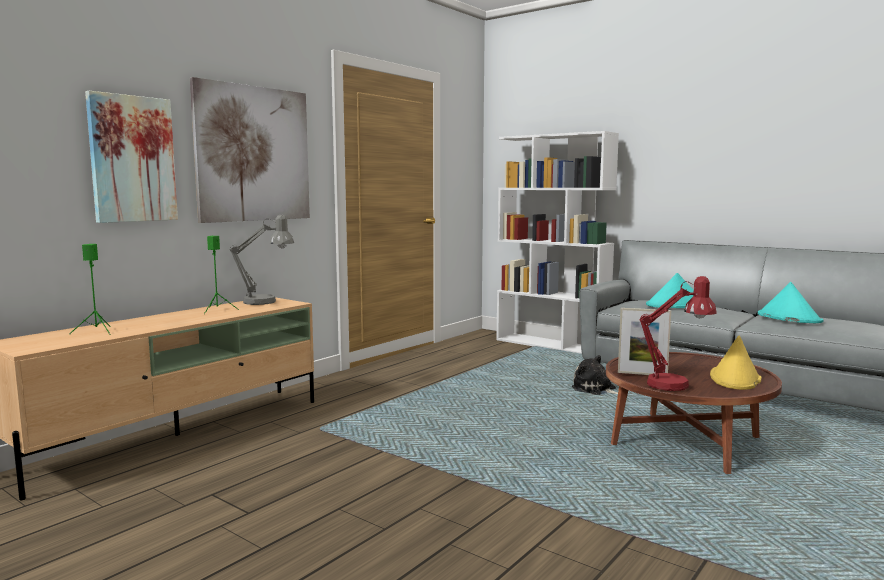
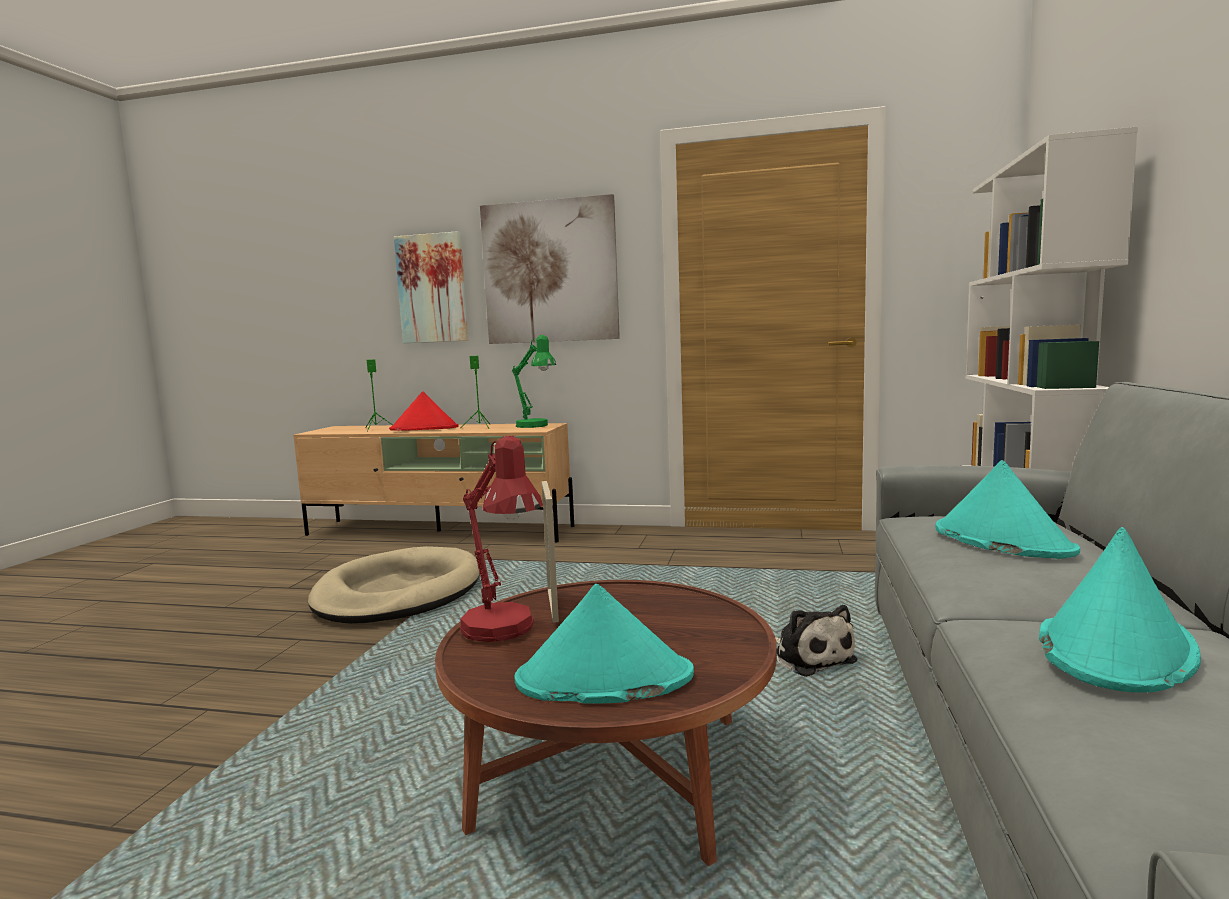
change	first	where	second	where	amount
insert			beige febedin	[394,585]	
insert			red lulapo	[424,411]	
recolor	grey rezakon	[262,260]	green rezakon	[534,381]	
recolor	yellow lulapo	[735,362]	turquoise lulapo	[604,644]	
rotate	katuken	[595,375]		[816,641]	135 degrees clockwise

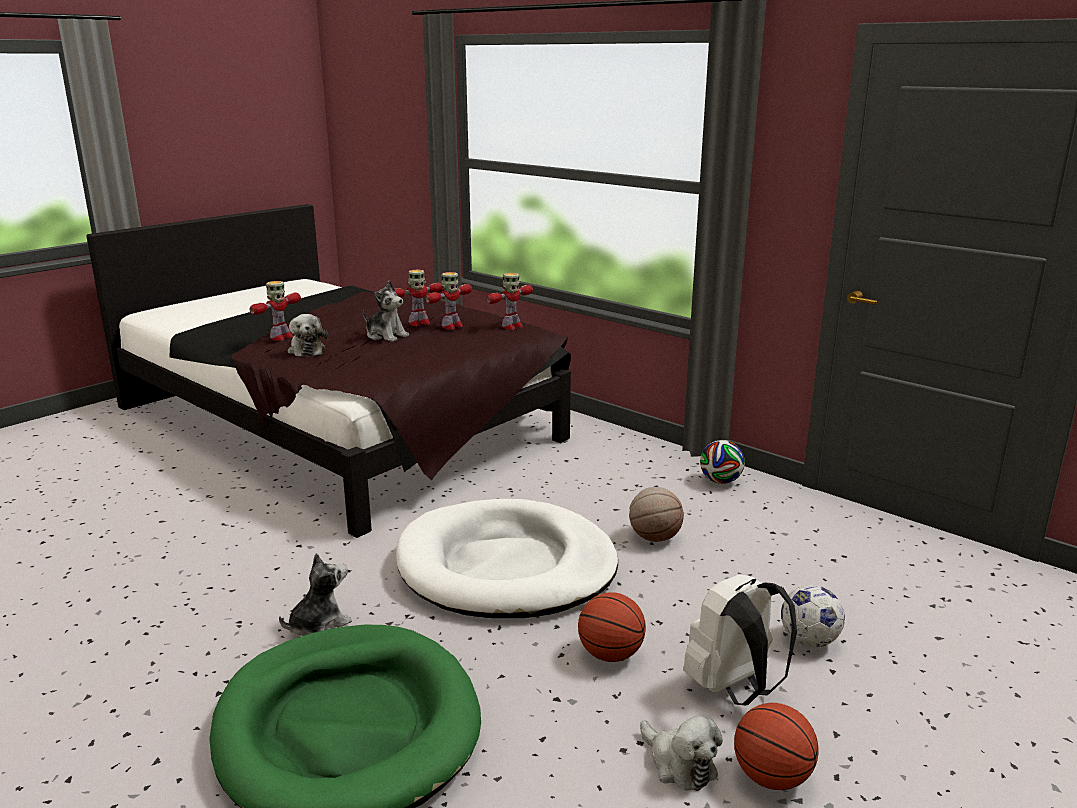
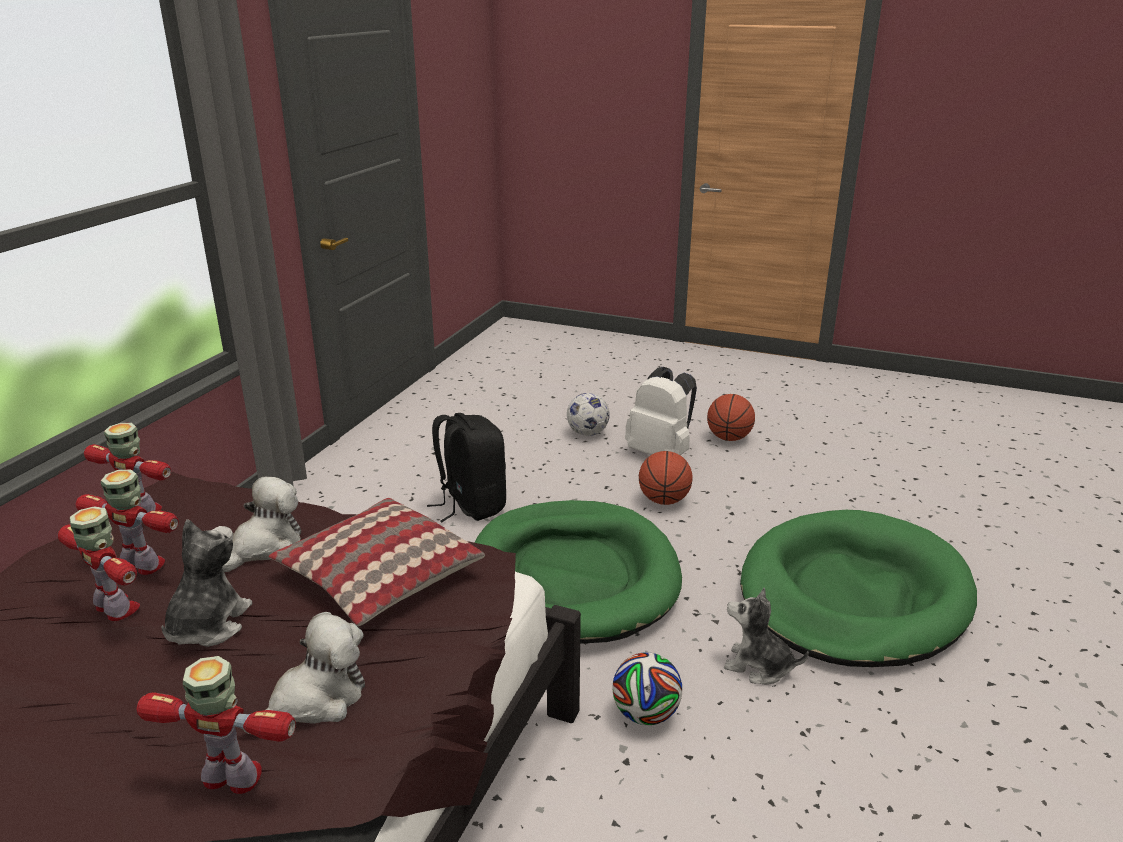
change	first	where	second	where	amount
move	katuken	[681,753]		[261,524]	
insert			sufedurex	[377,562]	
replace	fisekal	[656,514]	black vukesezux	[466,467]	
recolor	white febedin	[507,558]	green febedin	[578,572]	
move	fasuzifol	[722,462]		[647,688]	

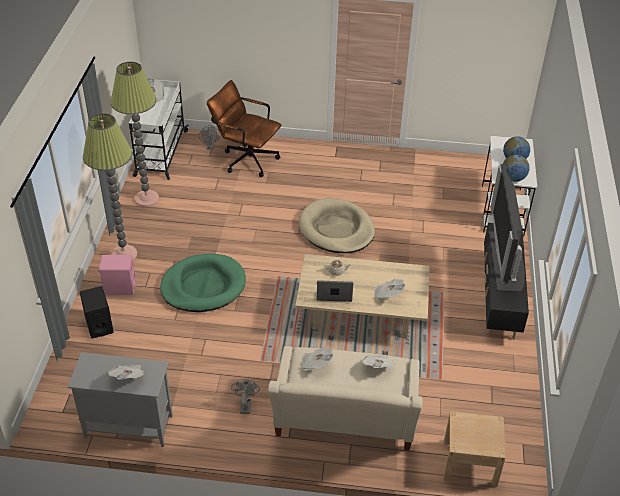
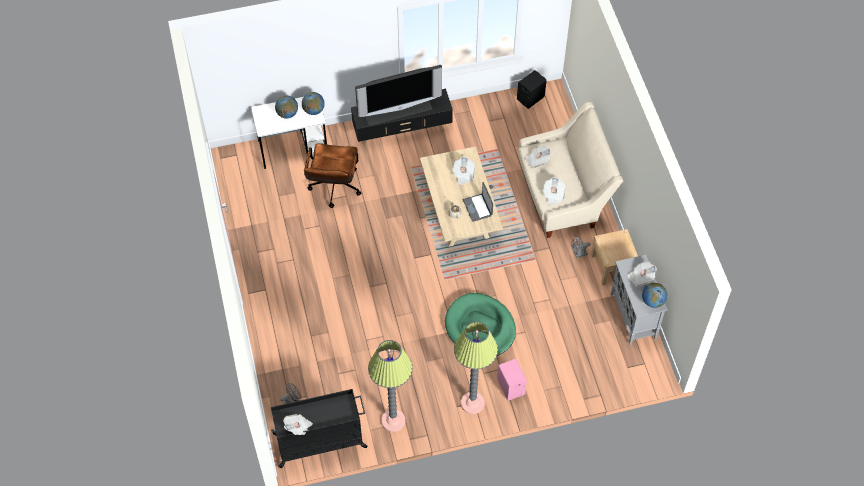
change	first	where	second	where	amount
recolor	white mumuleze	[159,130]	black mumuleze	[319,428]	
move	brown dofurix	[244,128]		[332,175]	
move	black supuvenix	[97,312]		[532,89]	
move	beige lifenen	[474,449]		[614,257]	
insert			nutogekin	[654,295]	
delete	beige febedin	[337,225]			

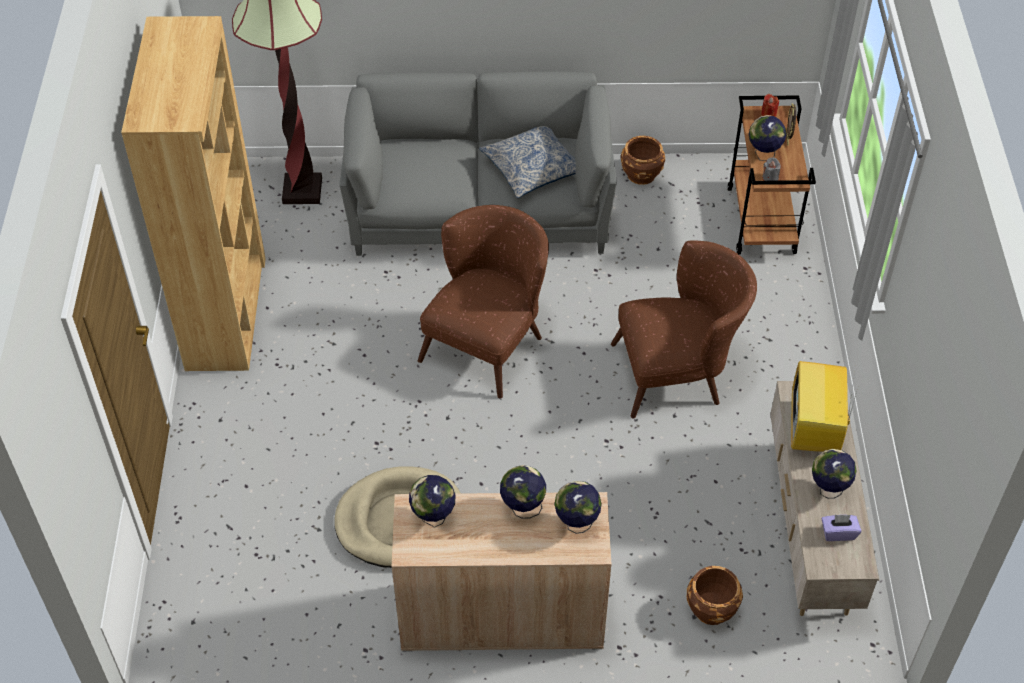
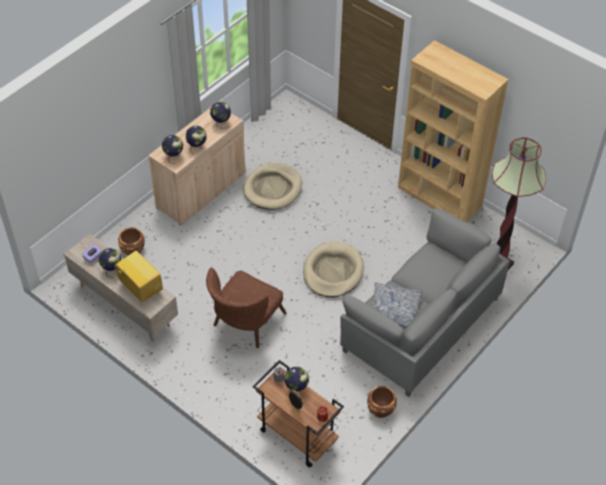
change	first	where	second	where	amount
replace	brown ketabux	[483,302]	beige febedin	[333,269]	

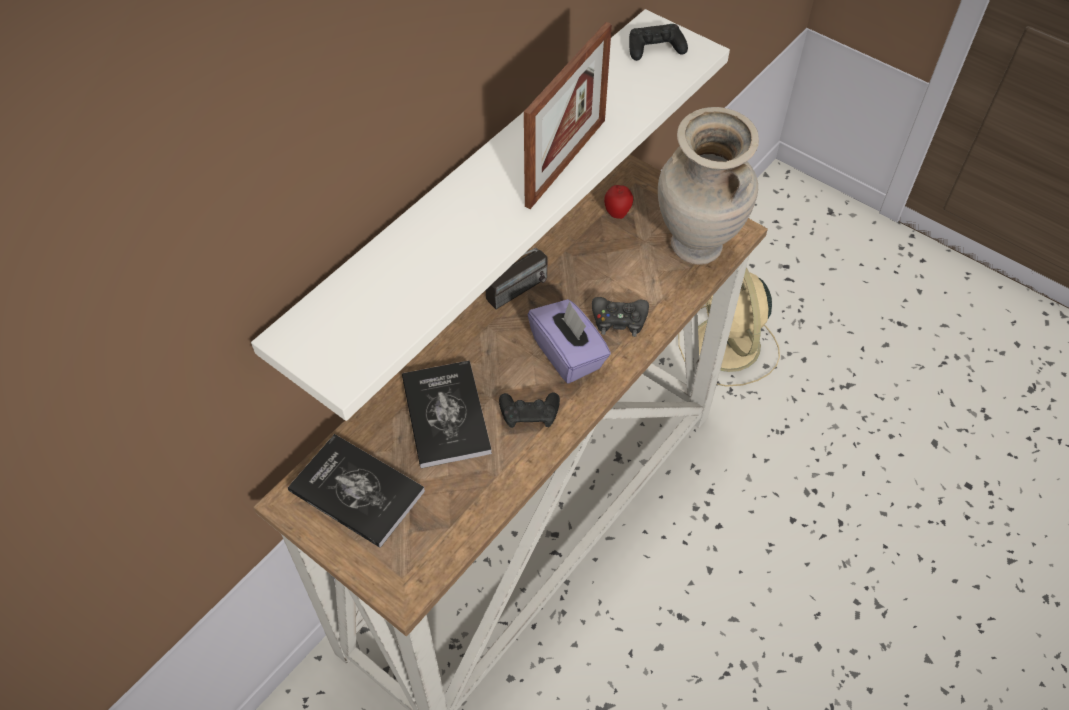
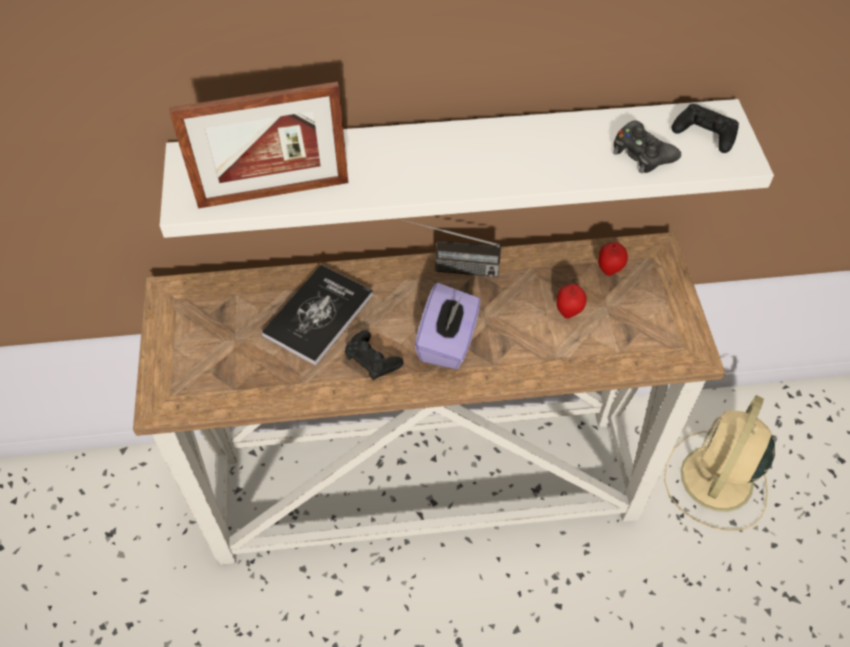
change	first	where	second	where	amount
move	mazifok	[568,115]		[258,145]	
insert			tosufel	[571,301]	
move	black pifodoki	[620,317]		[647,146]	
delete	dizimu	[356,491]			
delete	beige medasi	[708,186]			

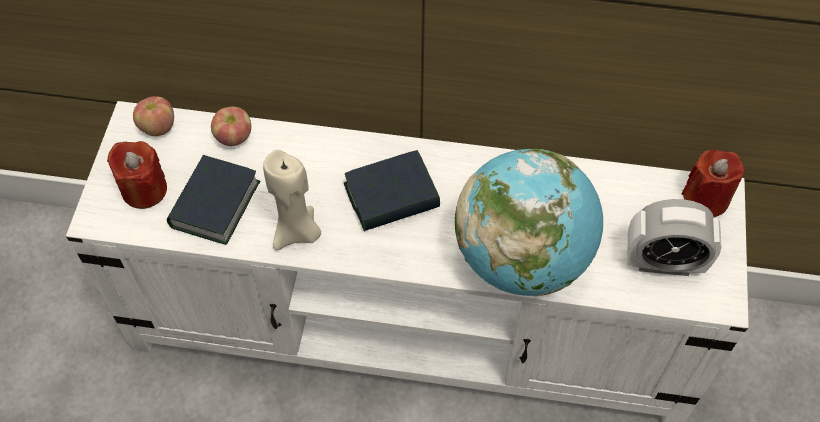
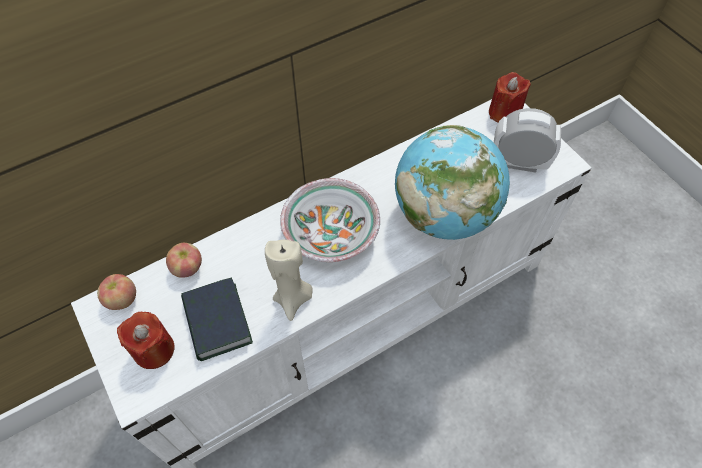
change	first	where	second	where	amount
replace	dizimu	[392,190]	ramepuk	[330,220]	
rotate	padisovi	[674,237]		[527,140]	135 degrees counterclockwise

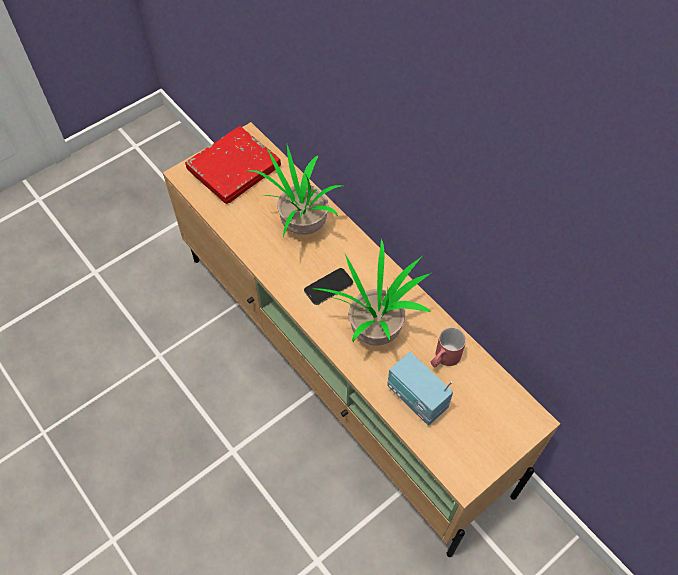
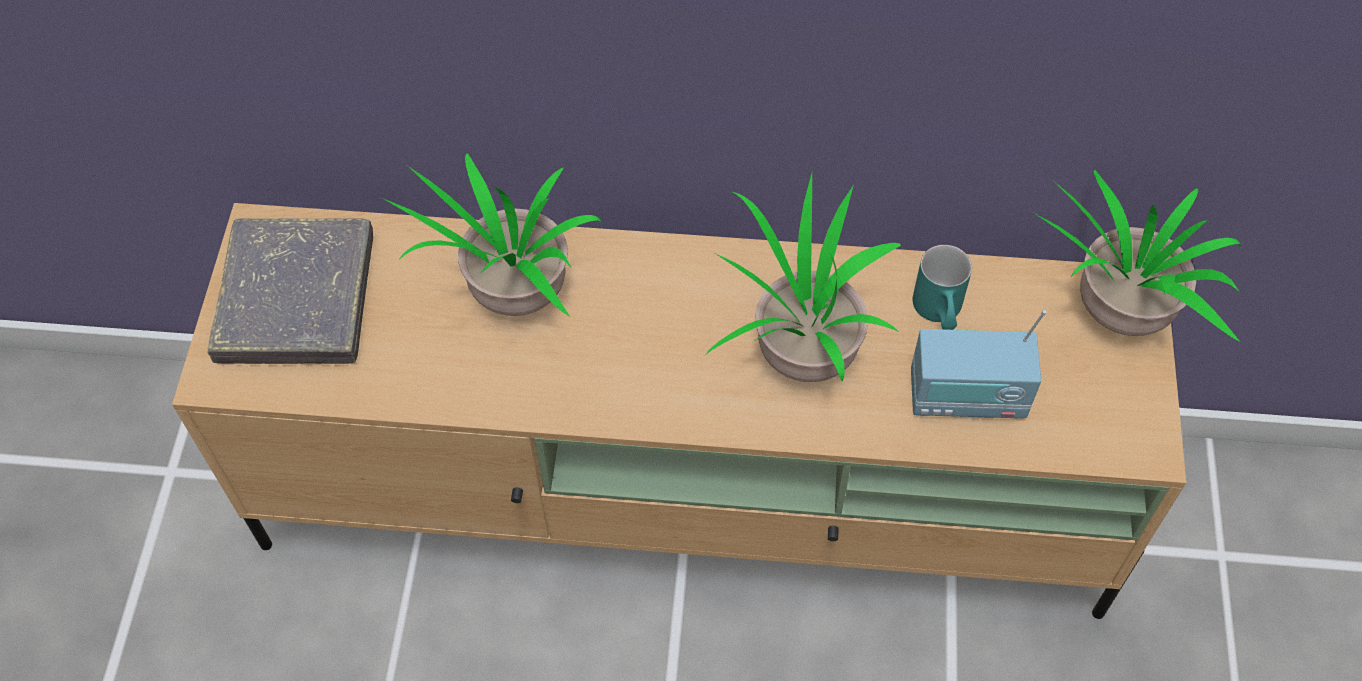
change	first	where	second	where	amount
recolor	red dizimu	[233,165]	grey dizimu	[290,291]	
recolor	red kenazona	[448,347]	turquoise kenazona	[942,287]	
insert			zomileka	[1137,256]	
delete	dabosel	[328,286]			

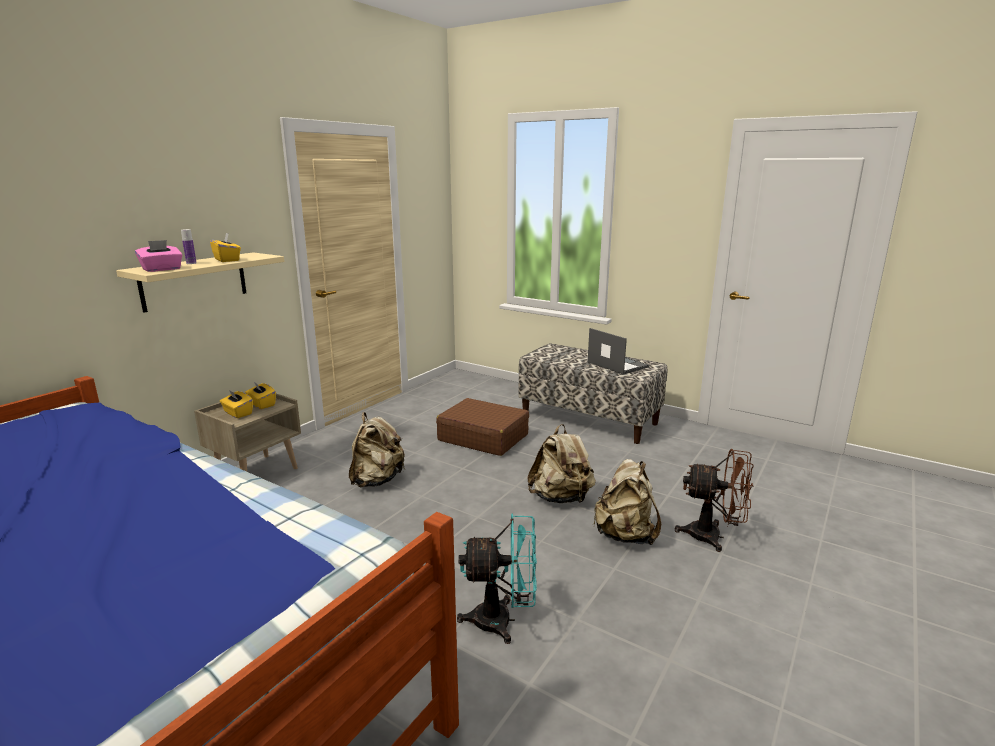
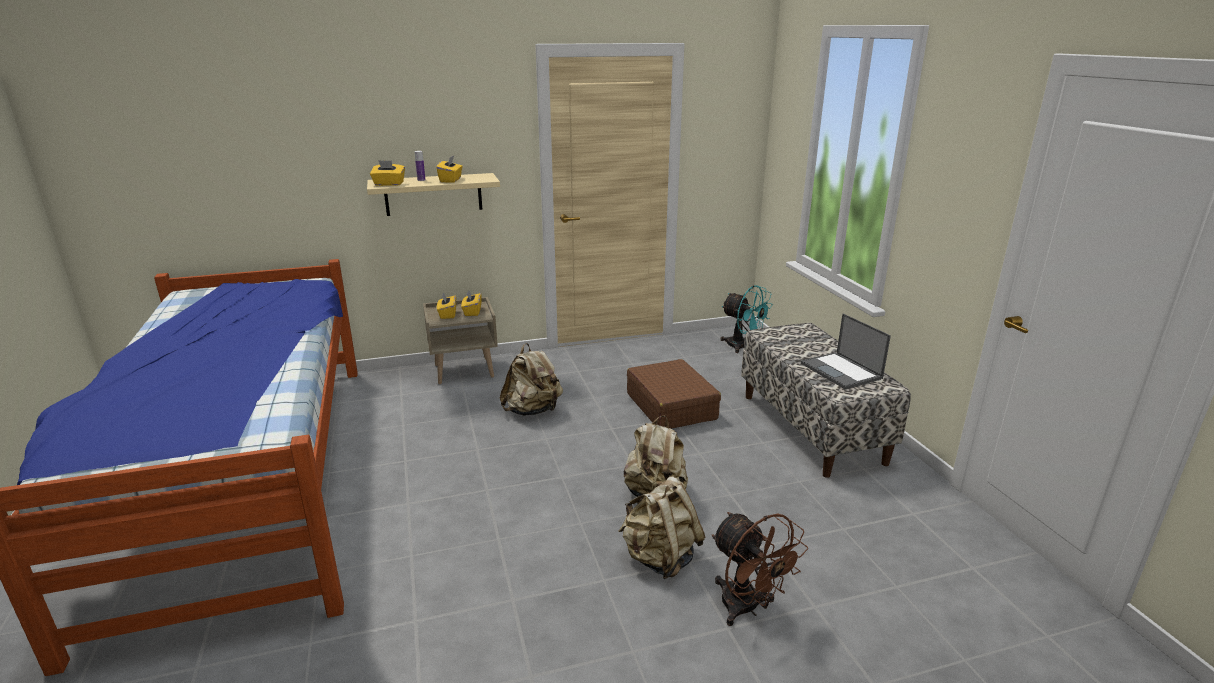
change	first	where	second	where	amount
recolor	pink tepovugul	[158,256]	yellow tepovugul	[387,173]	
move	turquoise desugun	[497,578]		[747,319]	
rotate	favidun	[618,351]		[846,351]	150 degrees clockwise

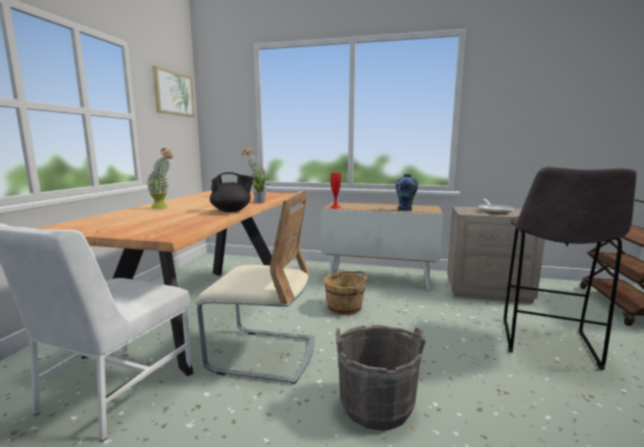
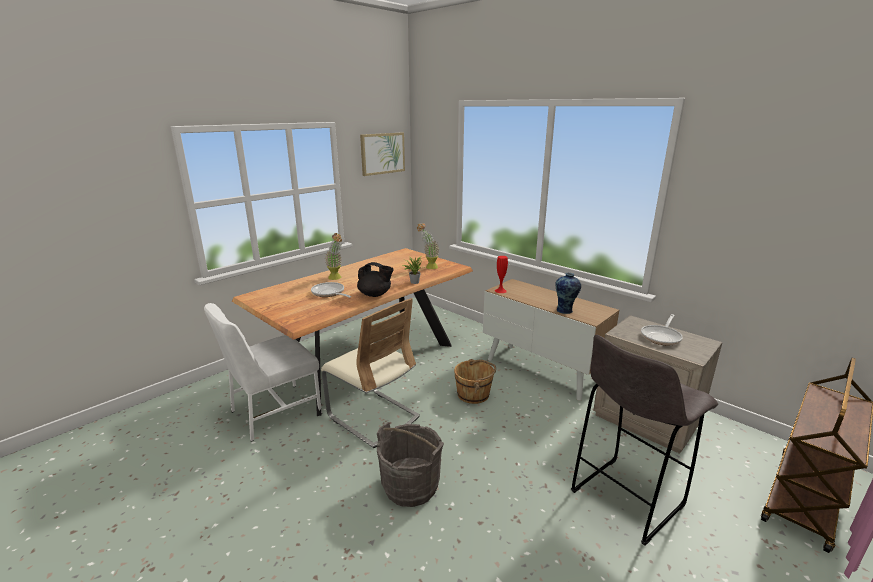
change	first	where	second	where	amount
insert			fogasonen	[331,290]	

